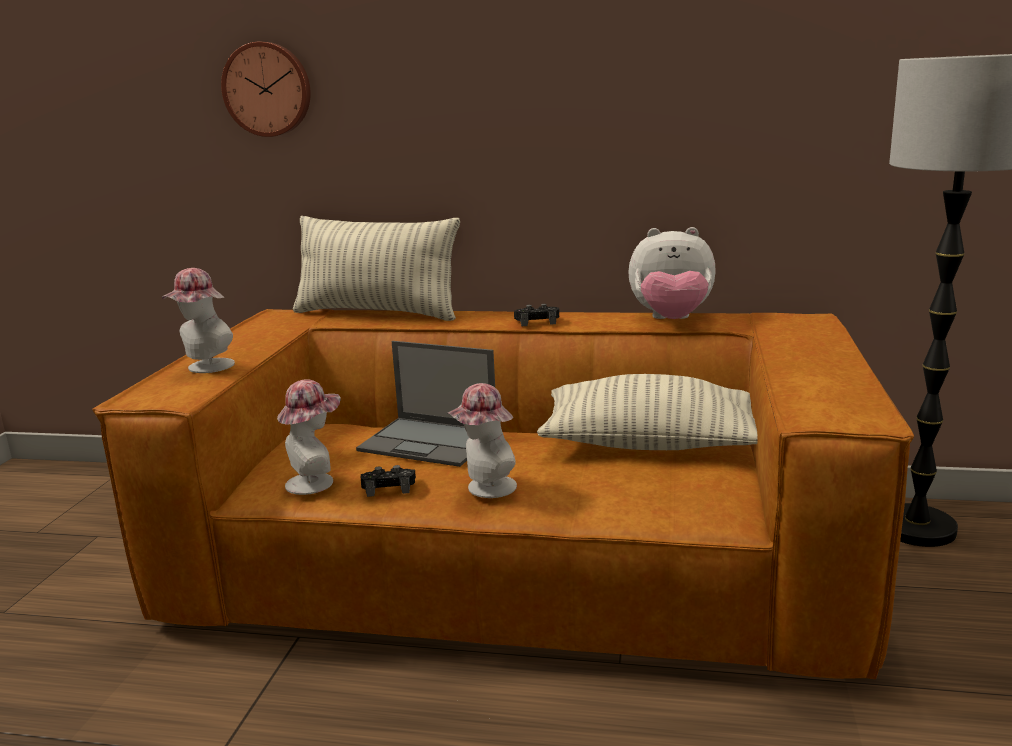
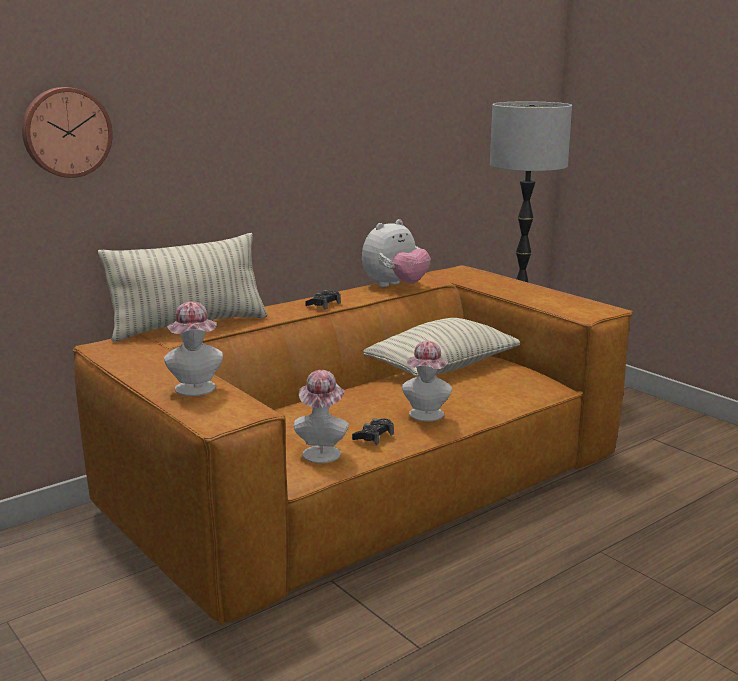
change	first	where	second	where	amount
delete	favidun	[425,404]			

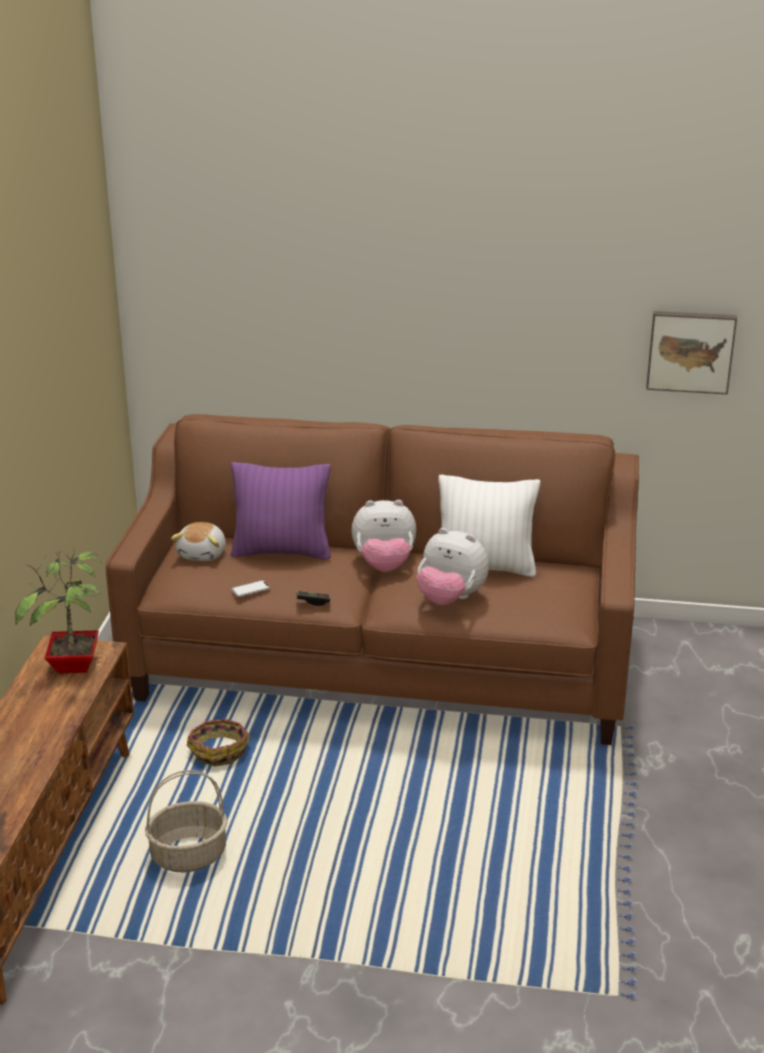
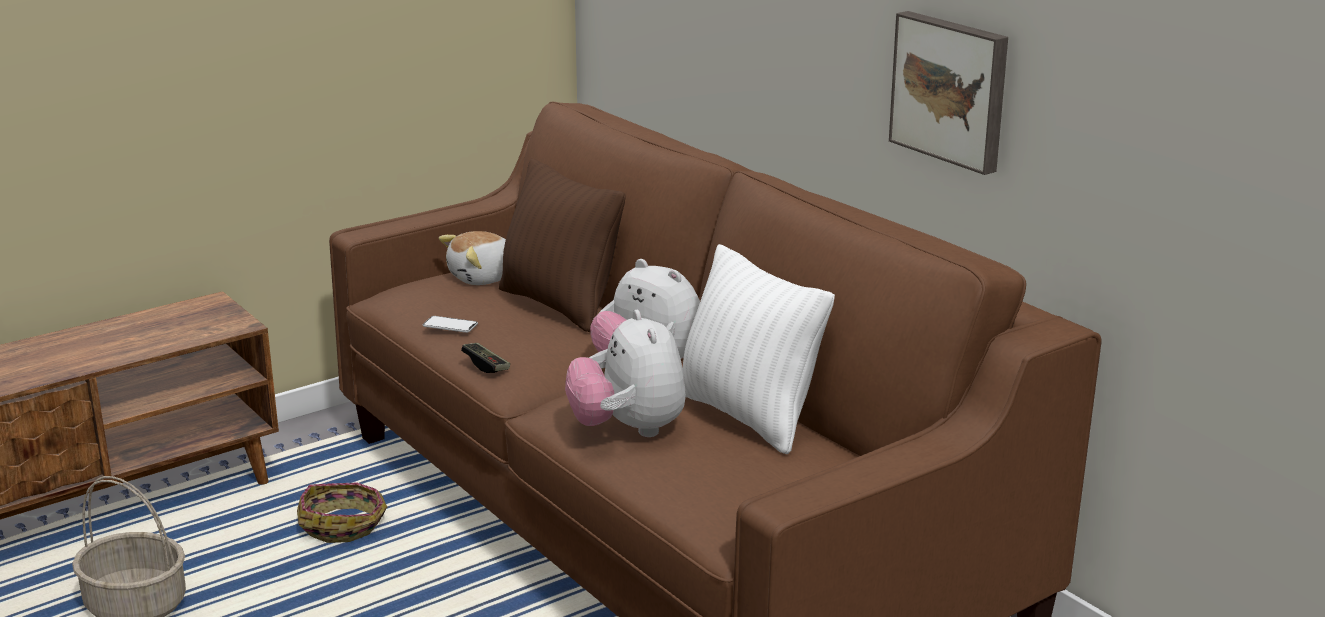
change	first	where	second	where	amount
recolor	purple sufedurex	[281,511]	brown sufedurex	[562,245]	
move	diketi	[691,353]		[948,93]	
delete	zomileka	[58,609]			

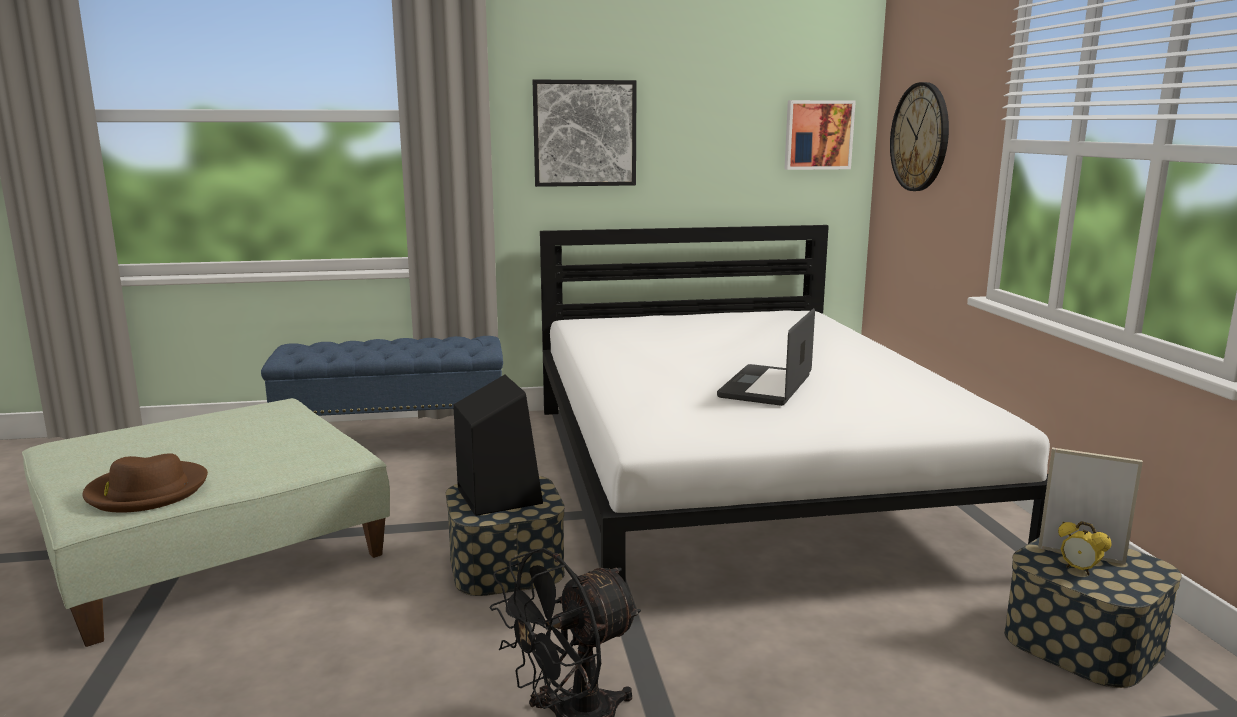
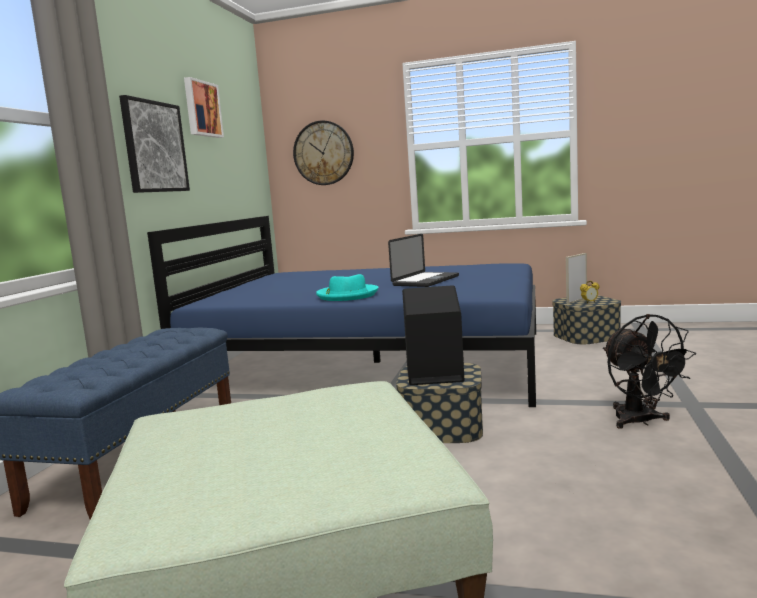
change	first	where	second	where	amount
recolor	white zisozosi	[795,404]	blue zisozosi	[341,311]	
move	diketi	[820,135]		[204,107]	
insert			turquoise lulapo	[347,287]	
rotate	favidun	[766,357]		[423,260]	105 degrees counterclockwise
delete	brown lulapo	[145,483]			

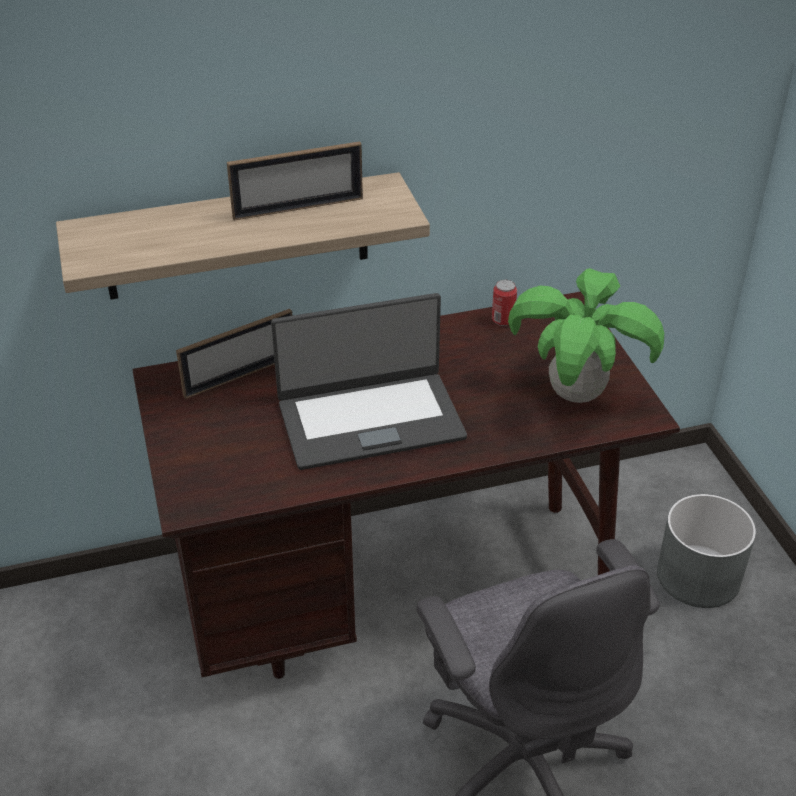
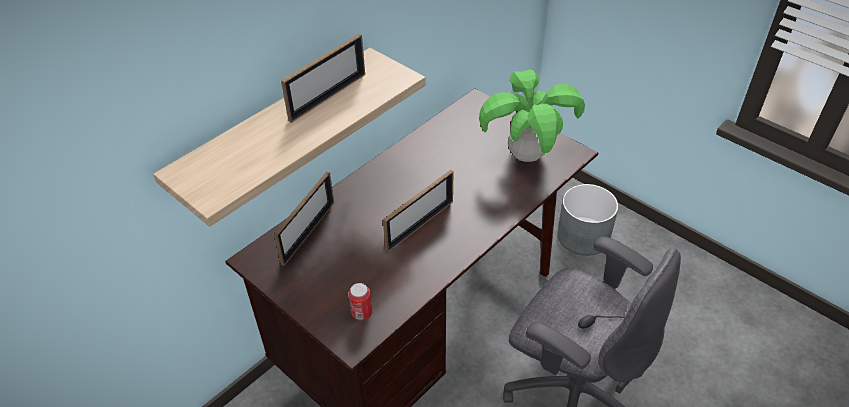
change	first	where	second	where	amount
move	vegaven	[504,303]		[360,302]	
replace	favidun	[369,381]	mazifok	[418,211]	

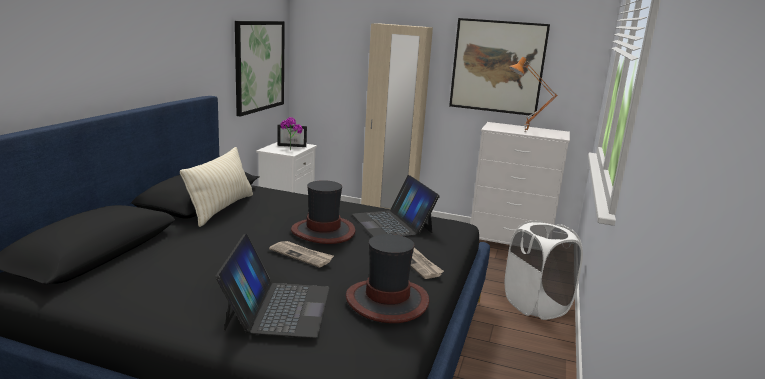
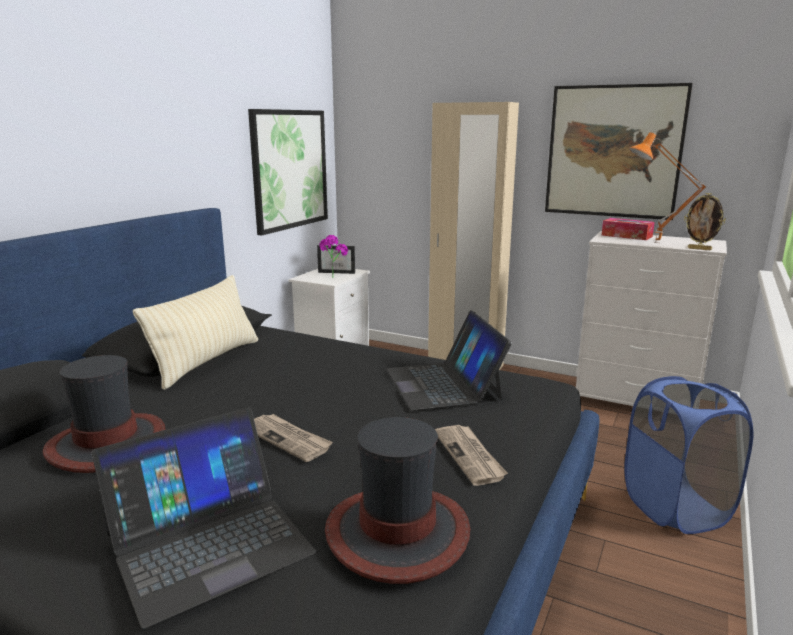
change	first	where	second	where	amount
move	lulapo	[323,212]		[104,414]	
rotate	favidun	[272,286]		[204,518]	45 degrees clockwise
insert			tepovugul	[628,229]	
recolor	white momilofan	[543,270]	blue momilofan	[689,455]	
insert			mazifok	[705,221]	

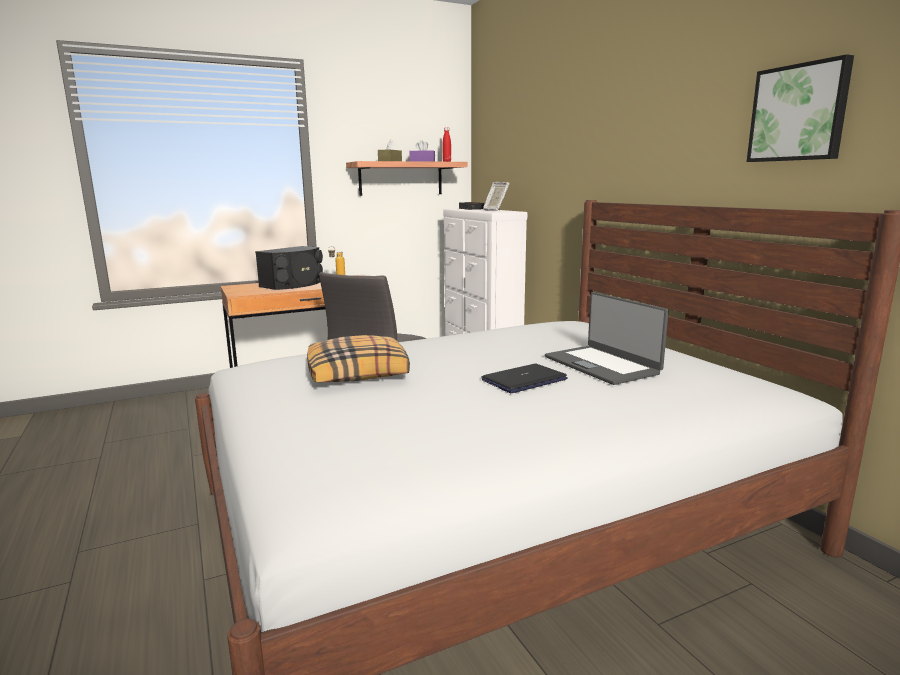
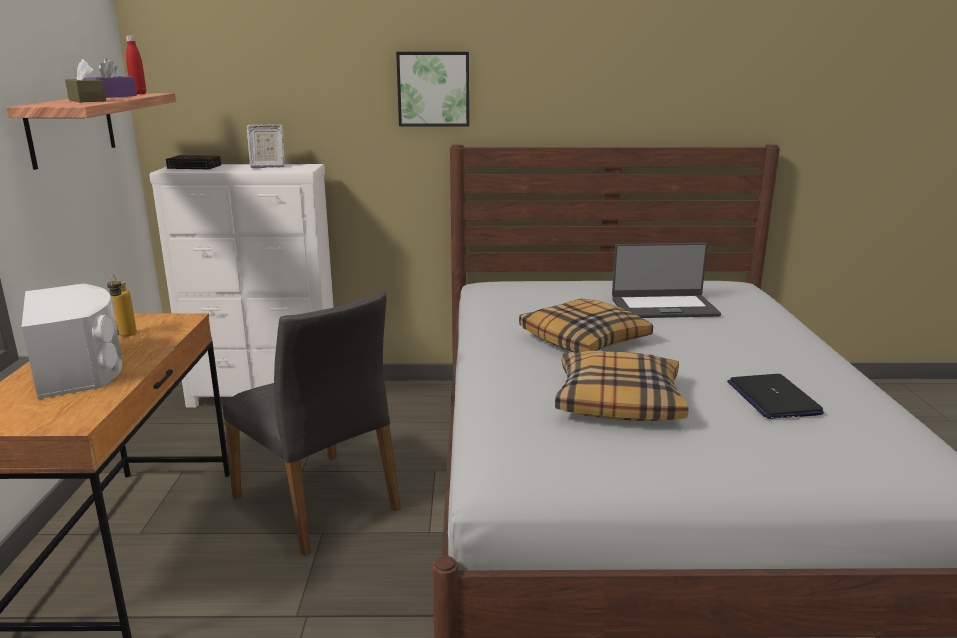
change	first	where	second	where	amount
recolor	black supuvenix	[289,268]	white supuvenix	[72,341]	
move	diketi	[800,108]		[432,89]	
insert			sufedurex	[586,325]	
move	favidun	[524,378]		[775,396]	

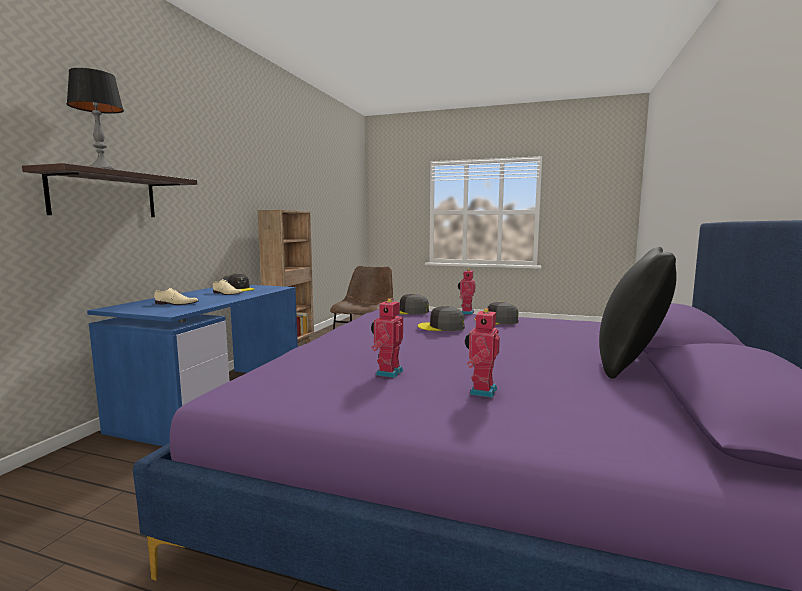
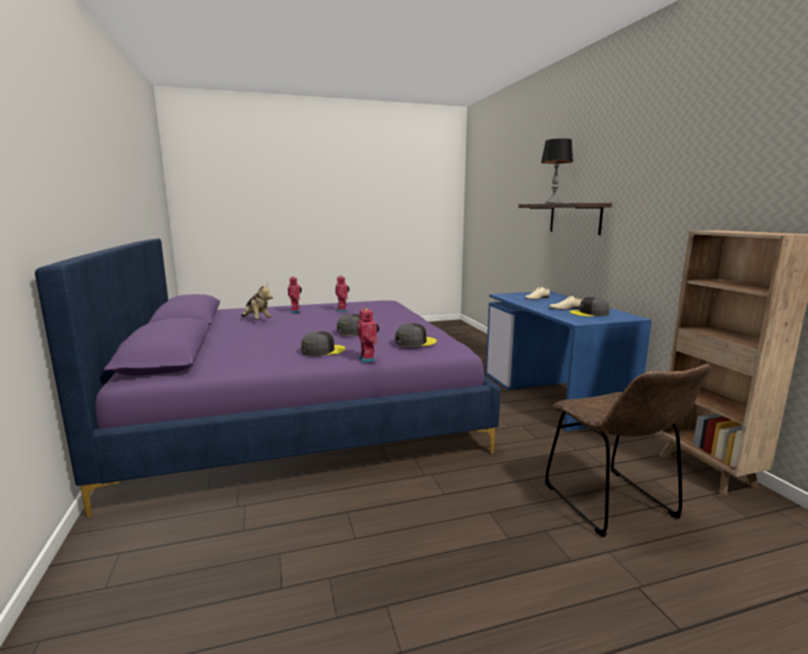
change	first	where	second	where	amount
insert			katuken	[257,301]	
delete	black sufedurex	[638,313]			

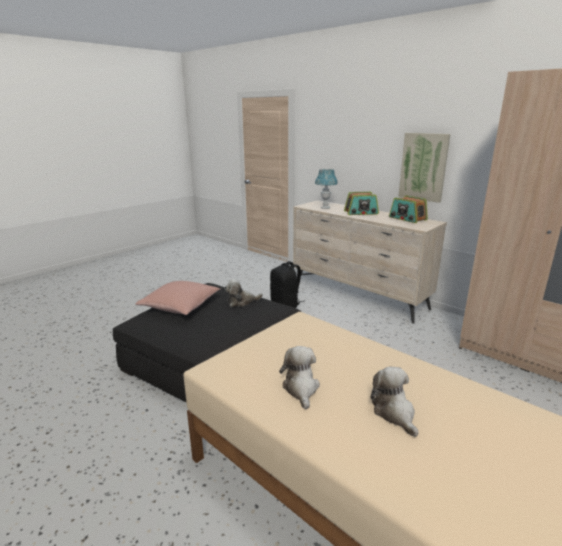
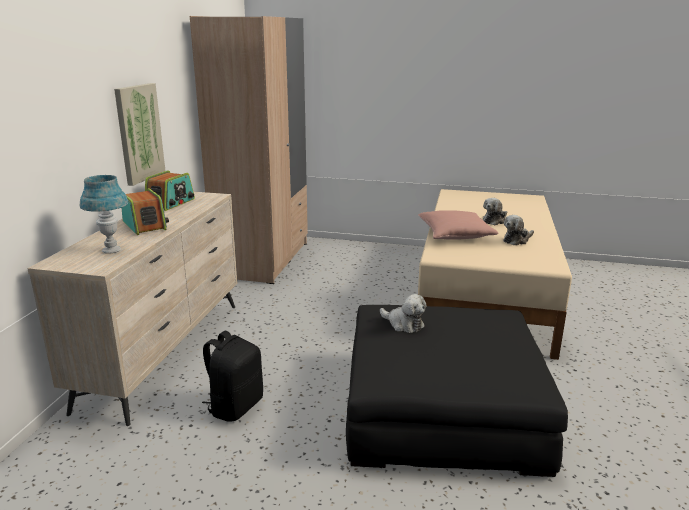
change	first	where	second	where	amount
move	pink sufedurex	[178,298]		[458,224]	

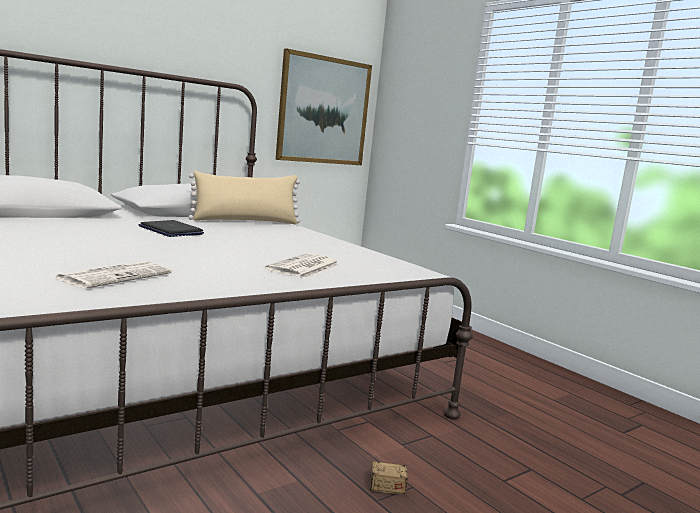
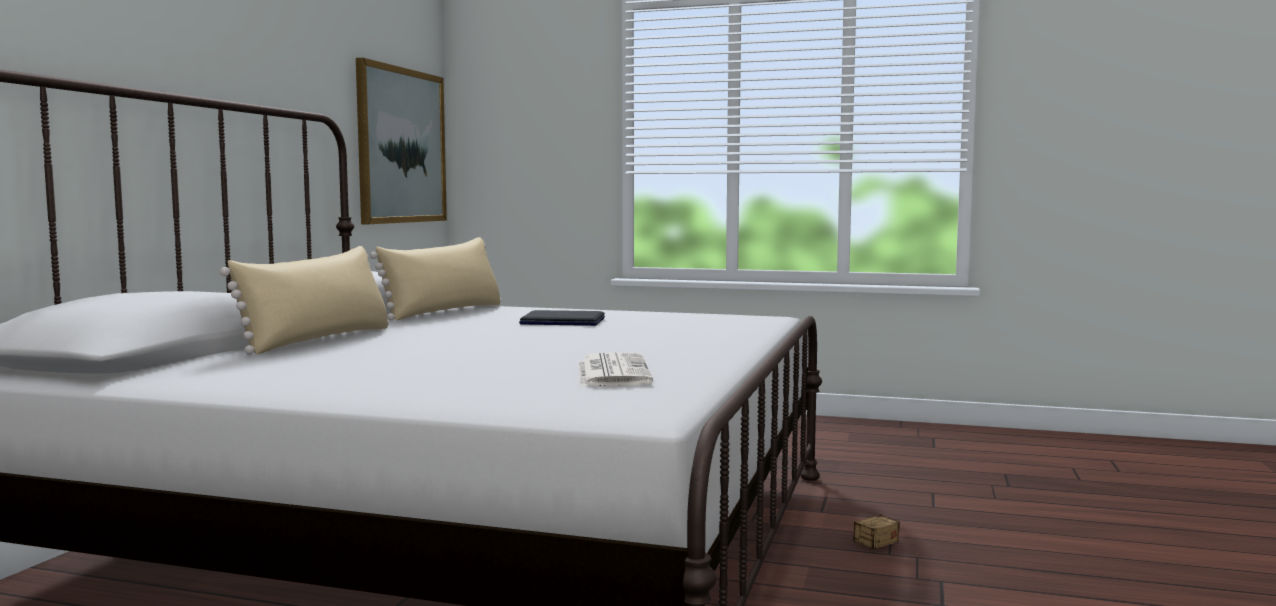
change	first	where	second	where	amount
insert			beige sufedurex	[304,300]	
move	favidun	[171,228]		[562,318]	
delete	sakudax	[302,265]			

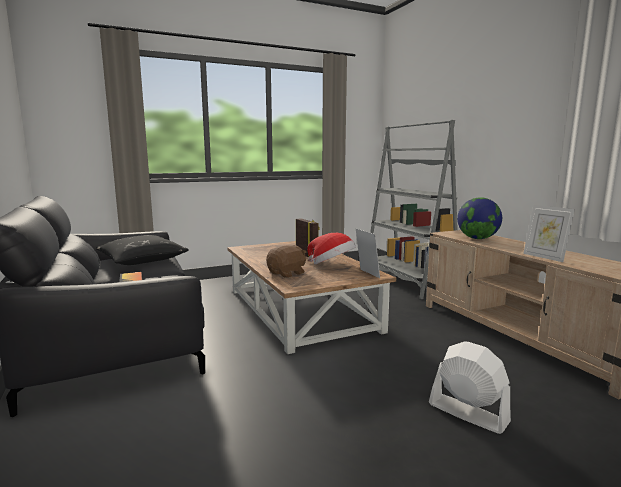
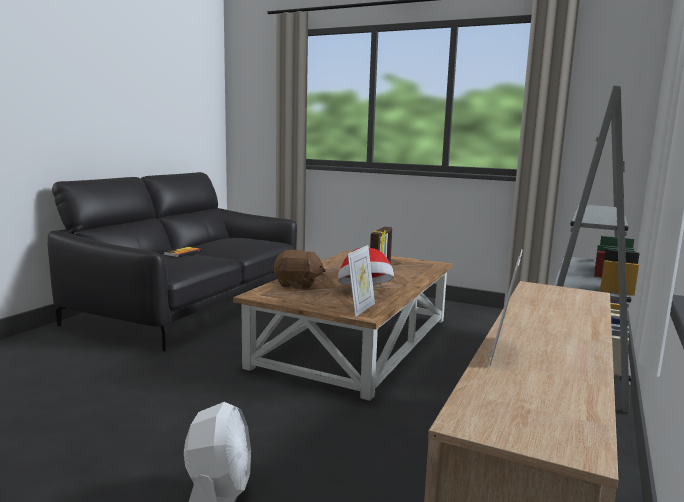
change	first	where	second	where	amount
delete	black sufedurex	[142,250]			
delete	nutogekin	[479,218]			

